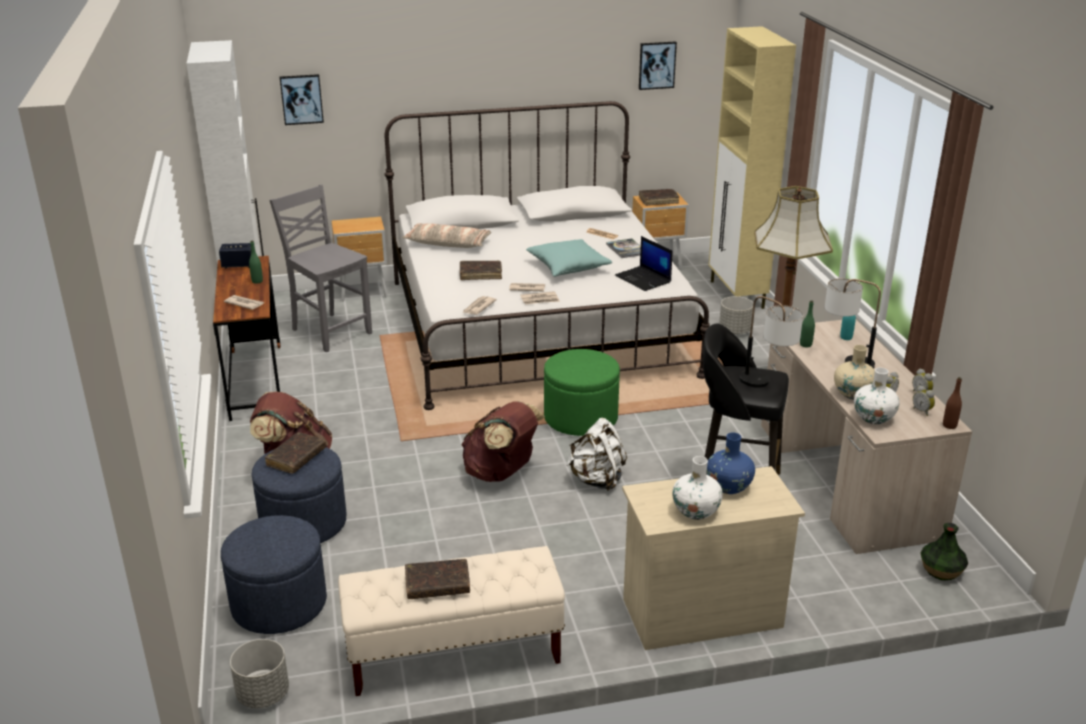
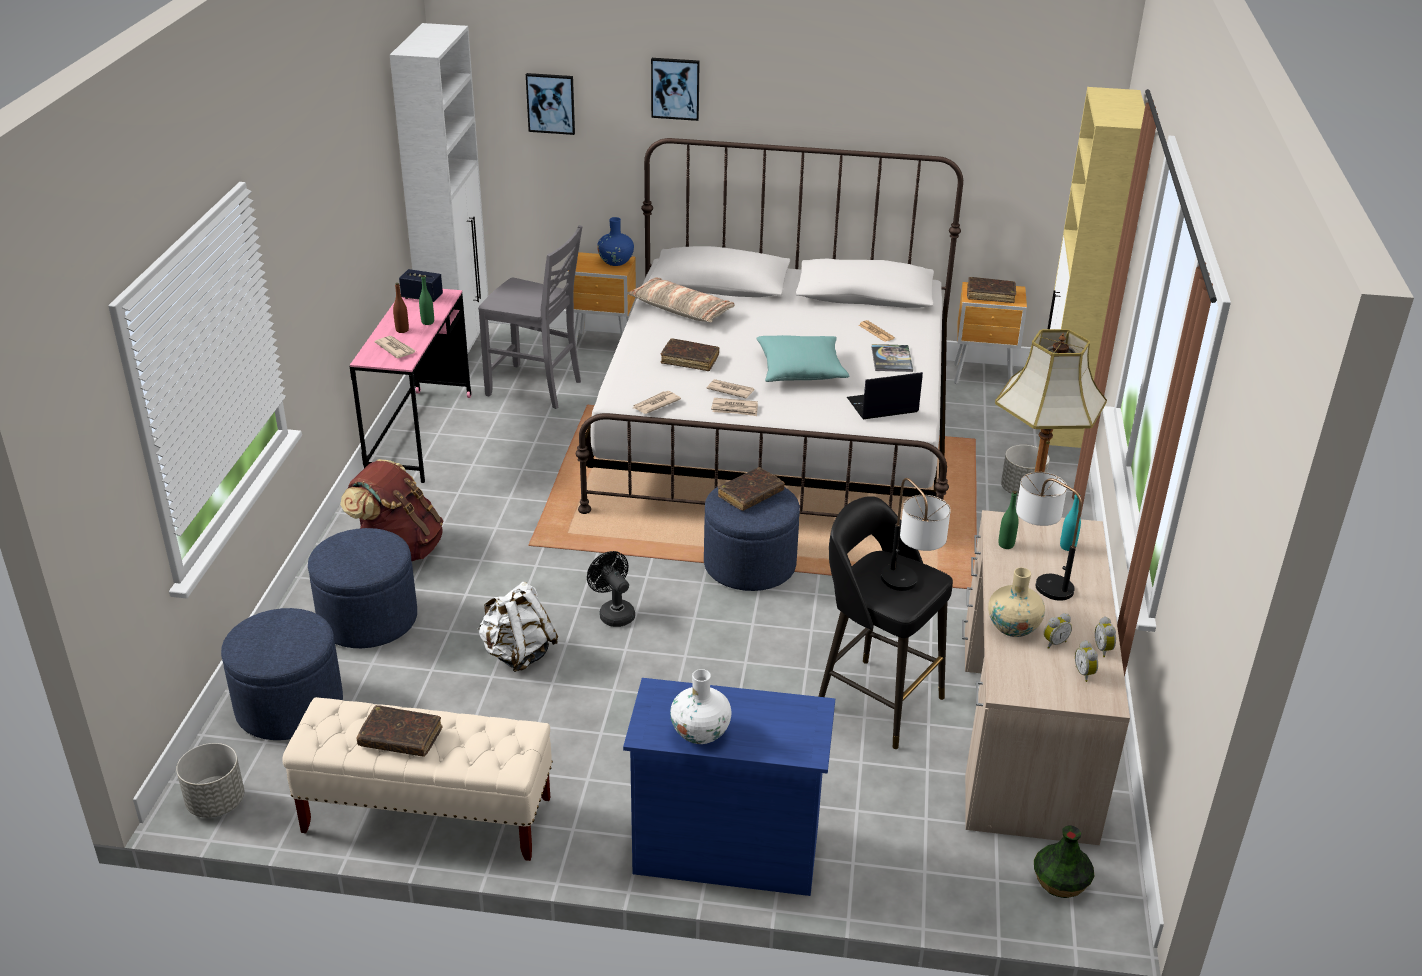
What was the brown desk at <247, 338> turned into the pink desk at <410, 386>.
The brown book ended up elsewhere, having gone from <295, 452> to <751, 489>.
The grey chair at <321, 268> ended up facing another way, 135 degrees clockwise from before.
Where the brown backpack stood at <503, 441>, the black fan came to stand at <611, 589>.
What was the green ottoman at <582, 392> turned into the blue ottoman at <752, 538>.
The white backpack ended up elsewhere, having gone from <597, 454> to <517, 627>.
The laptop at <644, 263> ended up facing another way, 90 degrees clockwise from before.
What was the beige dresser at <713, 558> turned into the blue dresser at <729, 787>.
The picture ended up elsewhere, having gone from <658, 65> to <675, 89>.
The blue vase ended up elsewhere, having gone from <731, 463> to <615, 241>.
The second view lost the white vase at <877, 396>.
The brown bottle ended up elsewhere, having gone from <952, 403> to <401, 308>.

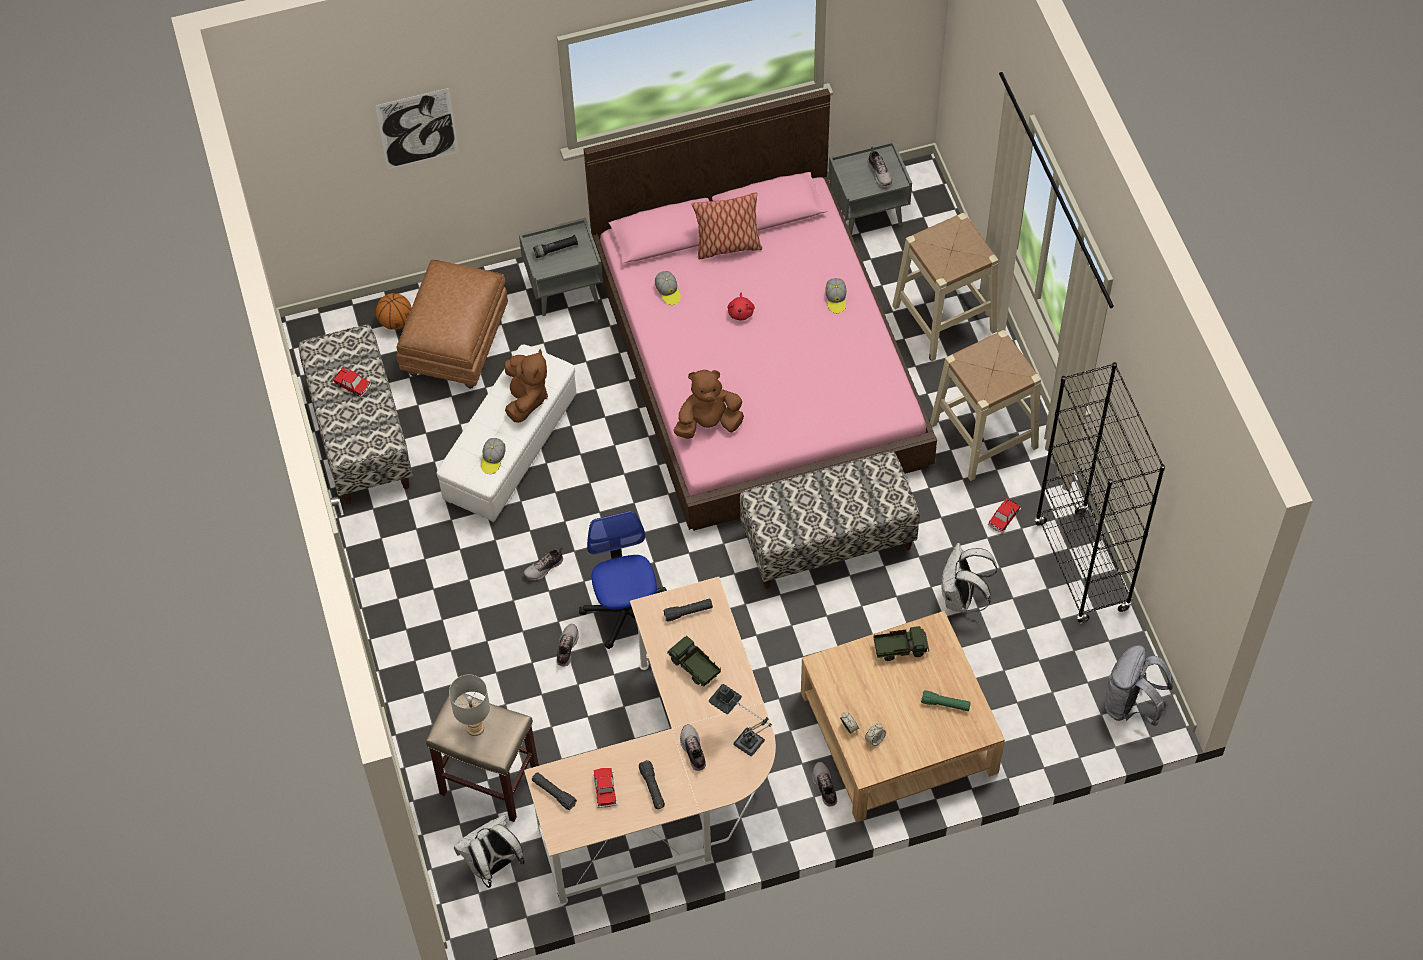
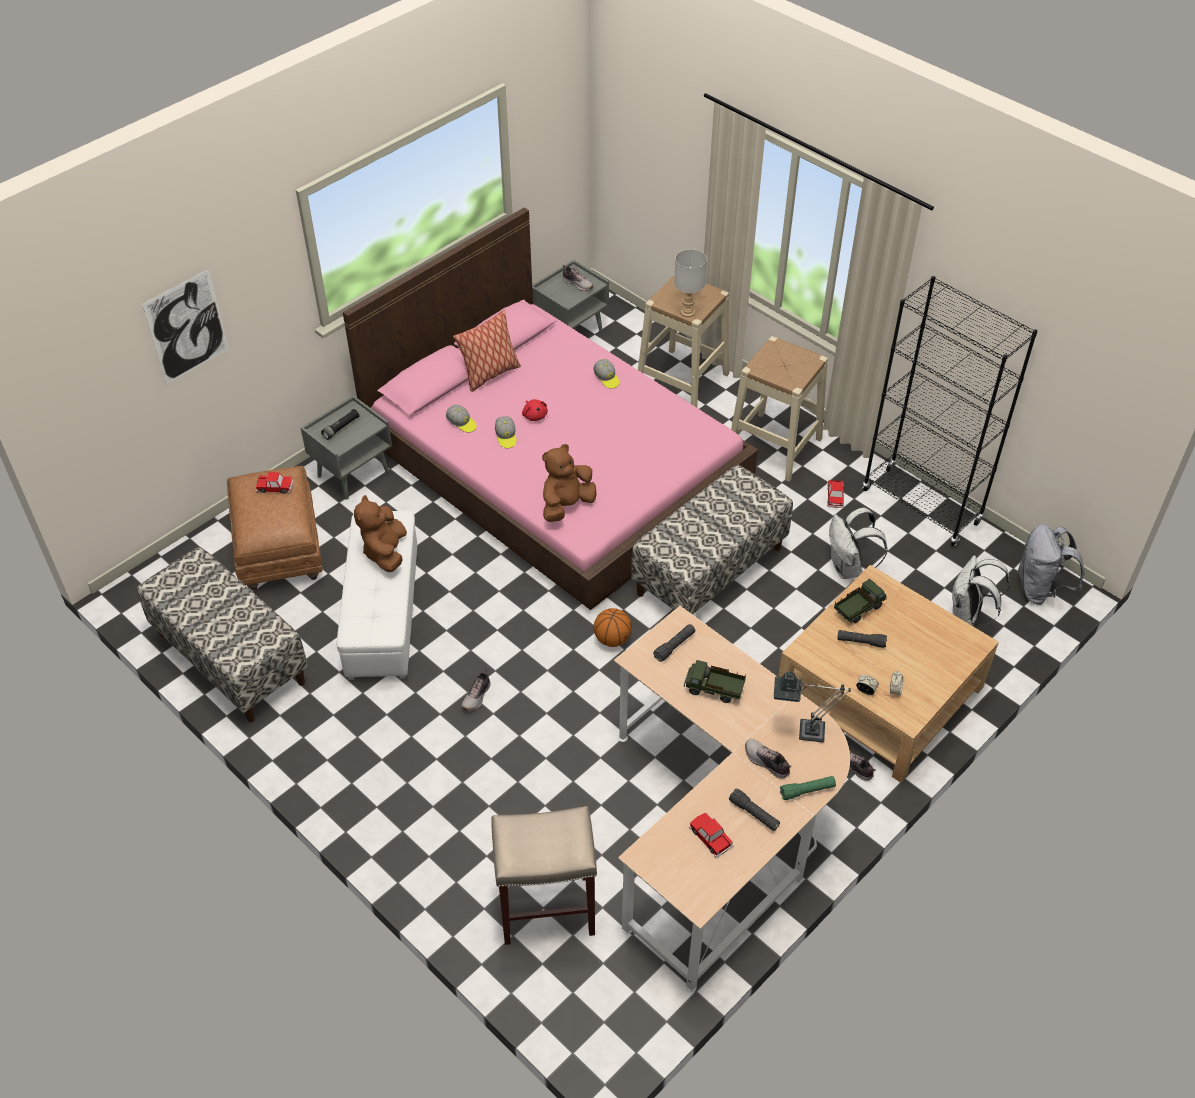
The toy car ended up elsewhere, having gone from <352, 383> to <274, 483>.
The basketball ended up elsewhere, having gone from <394, 311> to <613, 627>.
The grey table lamp ended up elsewhere, having gone from <469, 705> to <690, 283>.
The white backpack ended up elsewhere, having gone from <489, 851> to <981, 590>.
The cap ended up elsewhere, having gone from <493, 456> to <506, 432>.
The brown plush toy at <526, 386> ended up facing another way, 150 degrees counterclockwise from before.
The black flashlight ended up elsewhere, having gone from <554, 791> to <862, 639>.
The second view lost the shoe at <567, 645>.
The second view lost the office chair at <623, 580>.
The green flashlight ended up elsewhere, having gone from <946, 700> to <808, 788>.

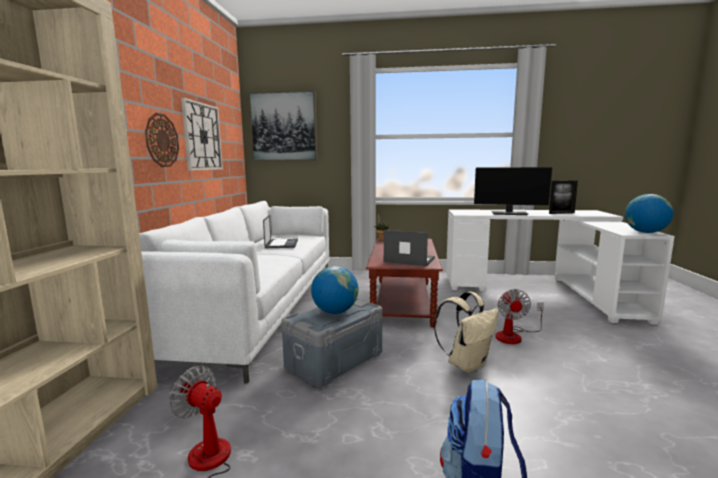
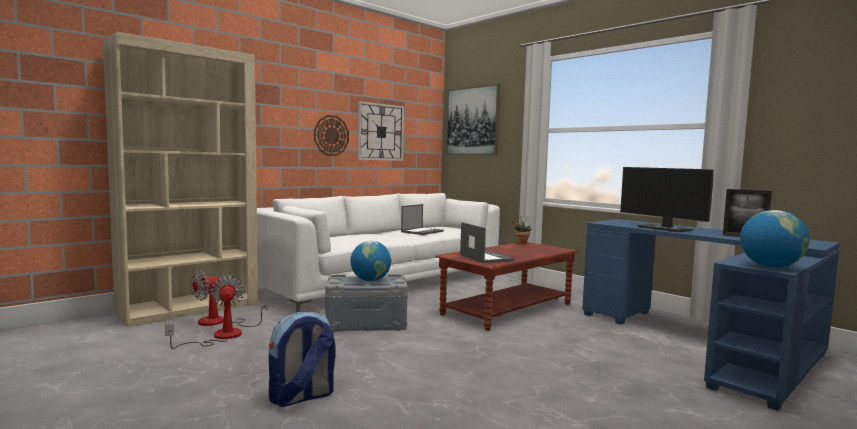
The second view lost the beige backpack at <466, 332>.
What was the white desk at <560, 267> turned into the blue desk at <711, 315>.
The fan ended up elsewhere, having gone from <520, 316> to <229, 298>.

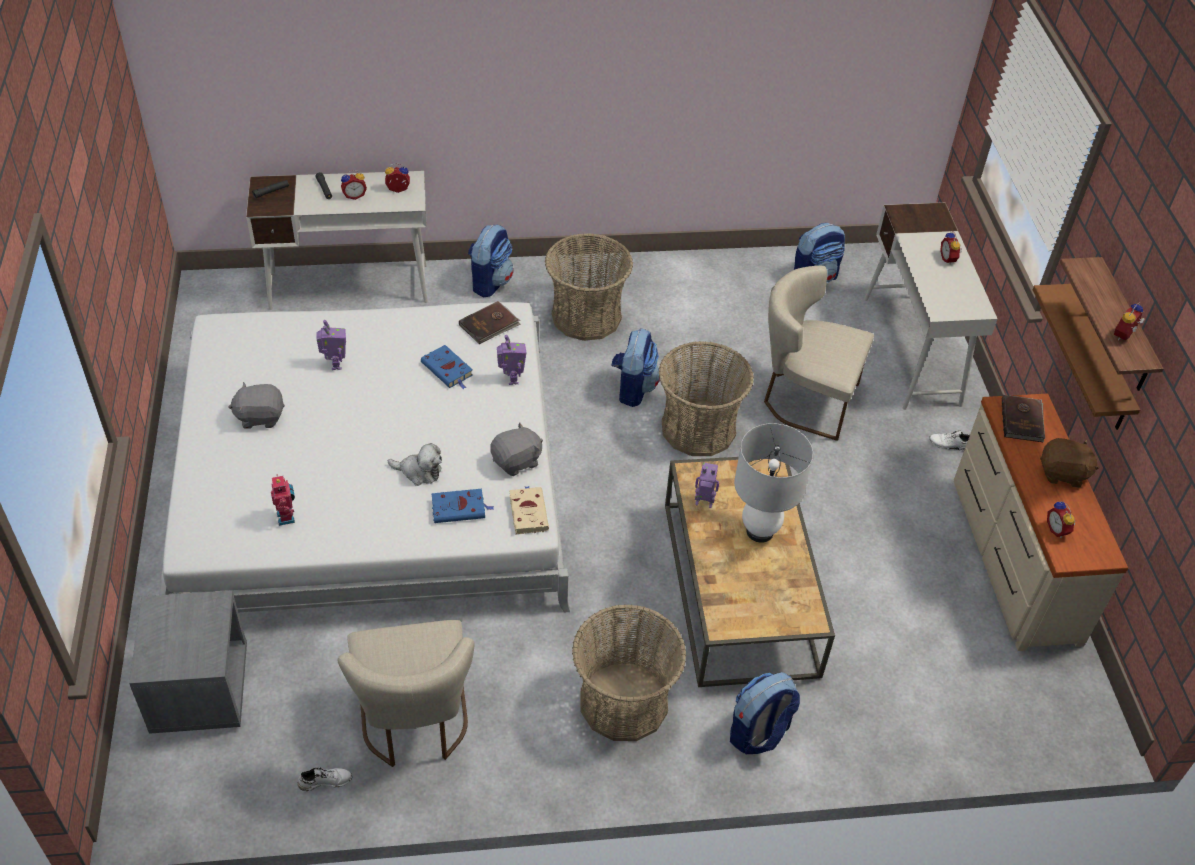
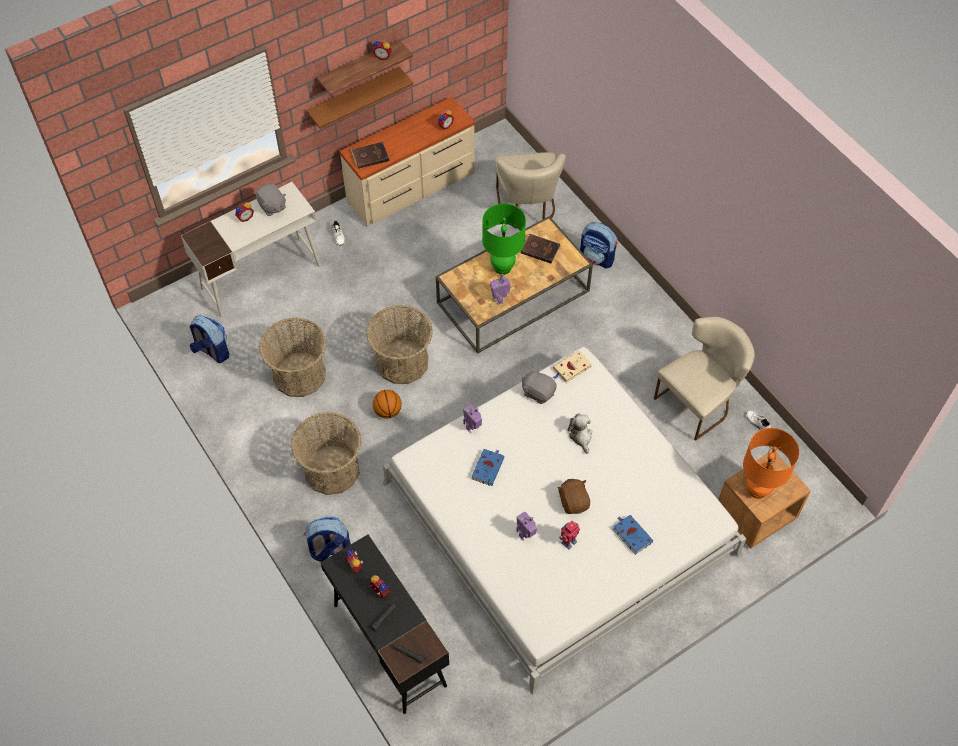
What was the grey nightstand at <188, 662> turned into the brown nightstand at <764, 499>.
The grey plush toy ended up elsewhere, having gone from <256, 405> to <271, 200>.
What was the white desk at <337, 240> turned into the black desk at <384, 624>.
The toy robot ended up elsewhere, having gone from <283, 501> to <569, 535>.
The blue book ended up elsewhere, having gone from <462, 506> to <633, 535>.
The brown book ended up elsewhere, having gone from <490, 322> to <540, 248>.
The basket ended up elsewhere, having gone from <629, 673> to <292, 357>.
Where the backpack stood at <635, 368>, the basketball came to stand at <387, 404>.
What was the white table lamp at <773, 483> turned into the green table lamp at <504, 239>.
The beige chair ended up elsewhere, having gone from <819, 353> to <530, 190>.
The brown plush toy ended up elsewhere, having gone from <1069, 463> to <573, 496>.
The second view gained the orange table lamp at <771, 463>.

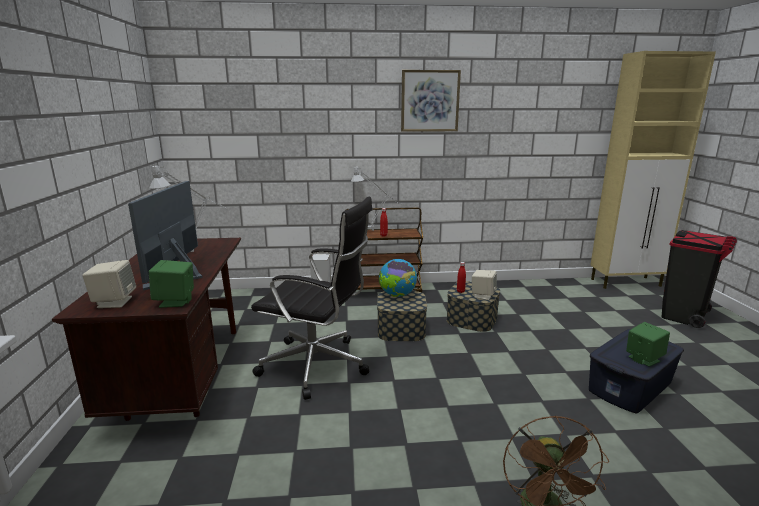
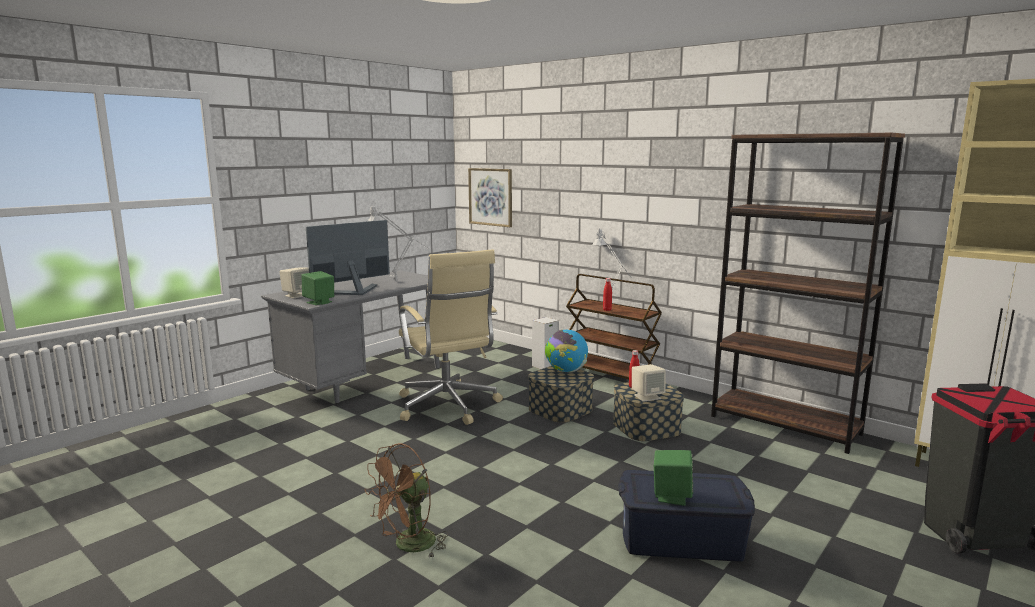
What was the brown desk at <146, 329> turned into the grey desk at <350, 336>.
What was the black office chair at <312, 298> turned into the beige office chair at <451, 337>.
The picture ended up elsewhere, having gone from <431, 101> to <490, 197>.
The second view gained the brown bookcase at <808, 293>.

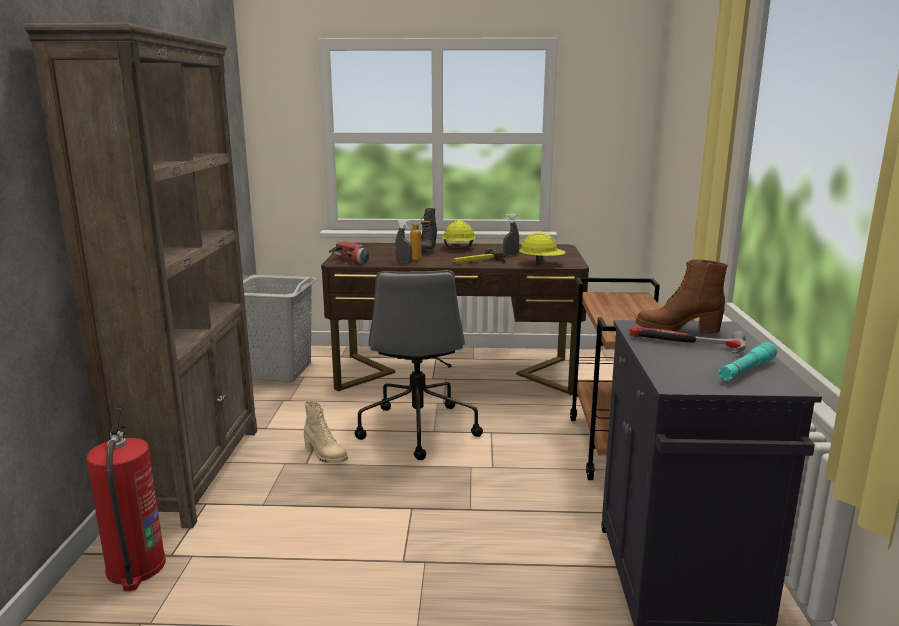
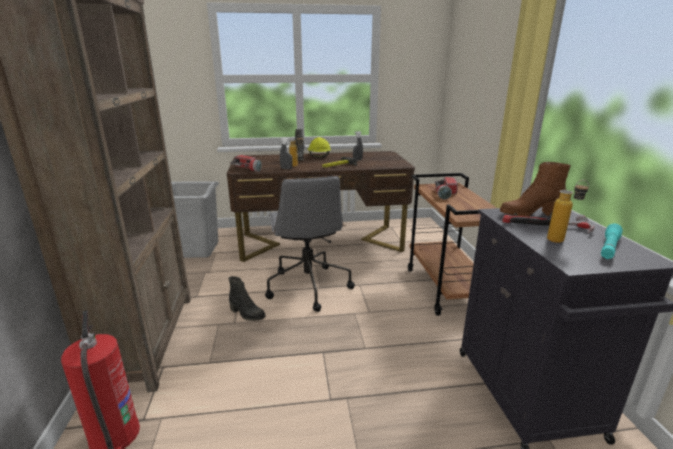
What was the beige boot at <326, 432> turned into the black boot at <247, 298>.
The second view lost the yellow hard hat at <542, 248>.
The second view gained the flashlight at <446, 188>.
The second view gained the bottle at <568, 211>.

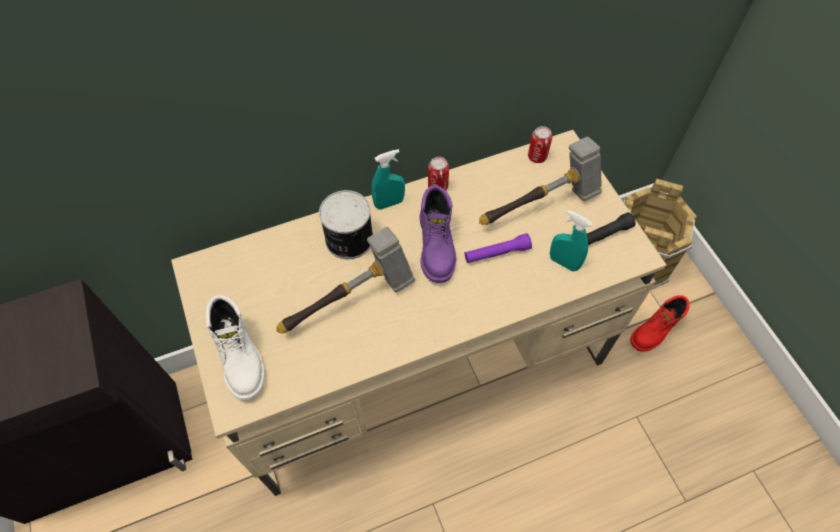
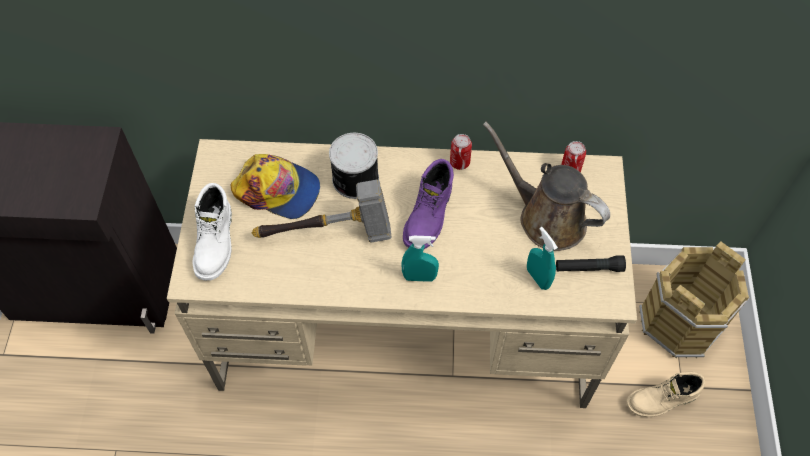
The turquoise spray bottle ended up elsewhere, having gone from <388, 179> to <420, 259>.
The second view lost the purple flashlight at <498, 248>.
Where the hammer stood at <540, 181>, the brown watering can came to stand at <546, 186>.
What was the red boot at <659, 323> turned into the beige boot at <665, 394>.
The second view gained the cap at <275, 186>.

